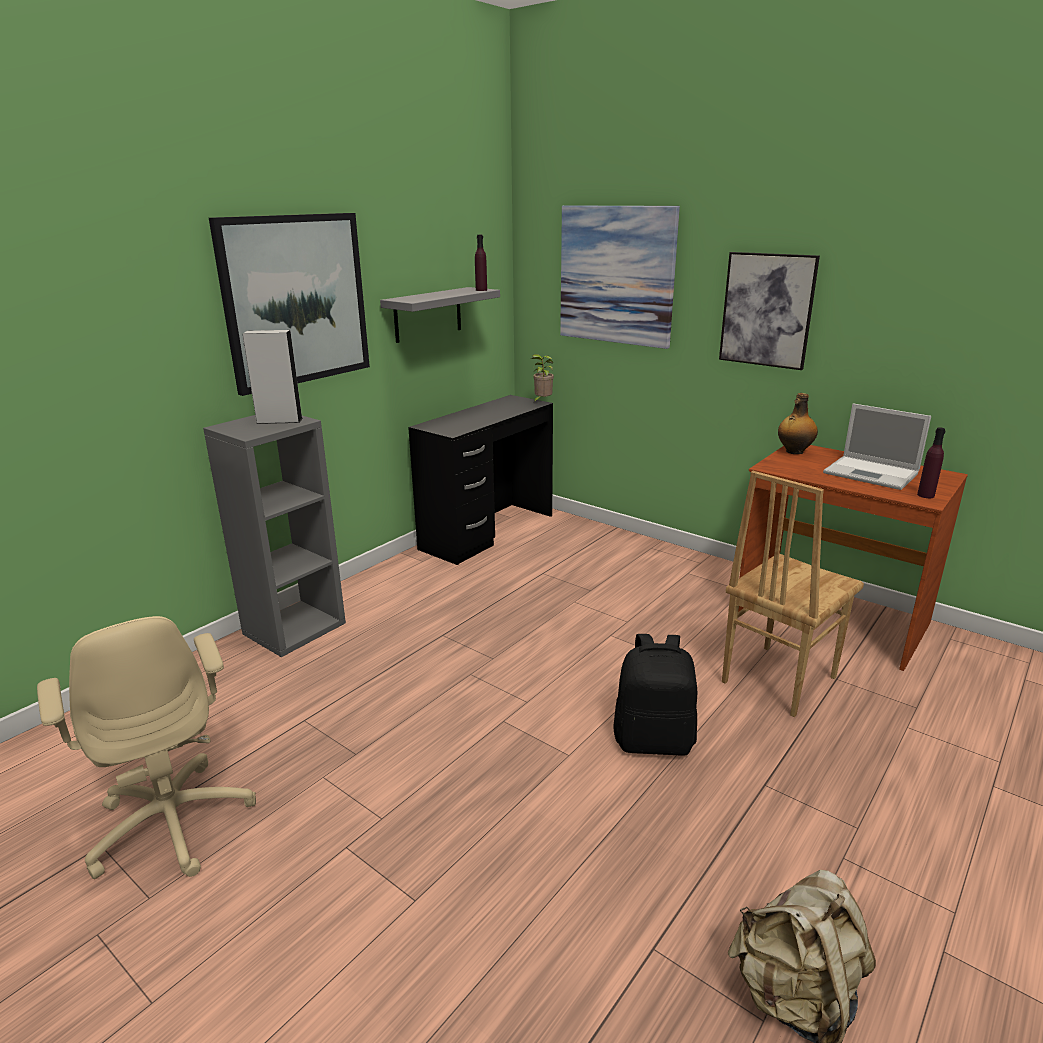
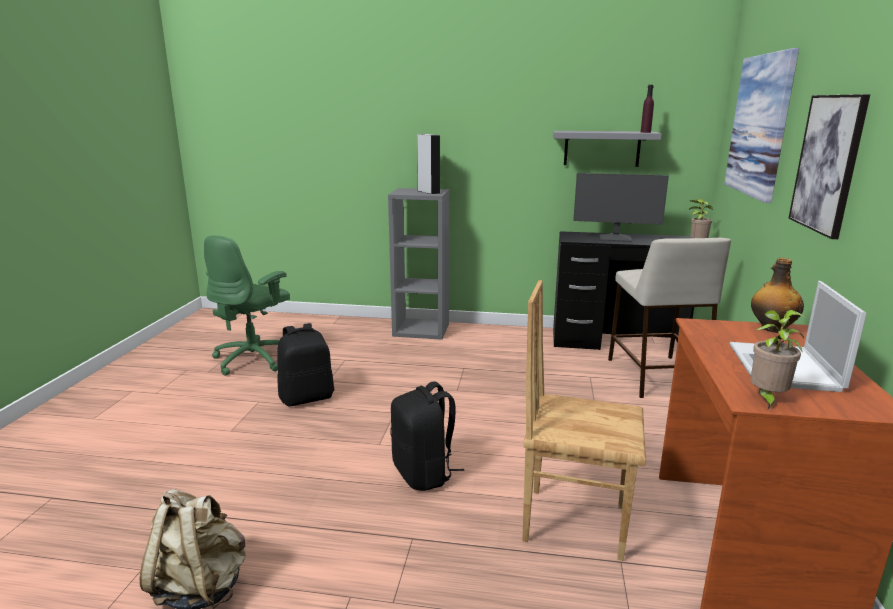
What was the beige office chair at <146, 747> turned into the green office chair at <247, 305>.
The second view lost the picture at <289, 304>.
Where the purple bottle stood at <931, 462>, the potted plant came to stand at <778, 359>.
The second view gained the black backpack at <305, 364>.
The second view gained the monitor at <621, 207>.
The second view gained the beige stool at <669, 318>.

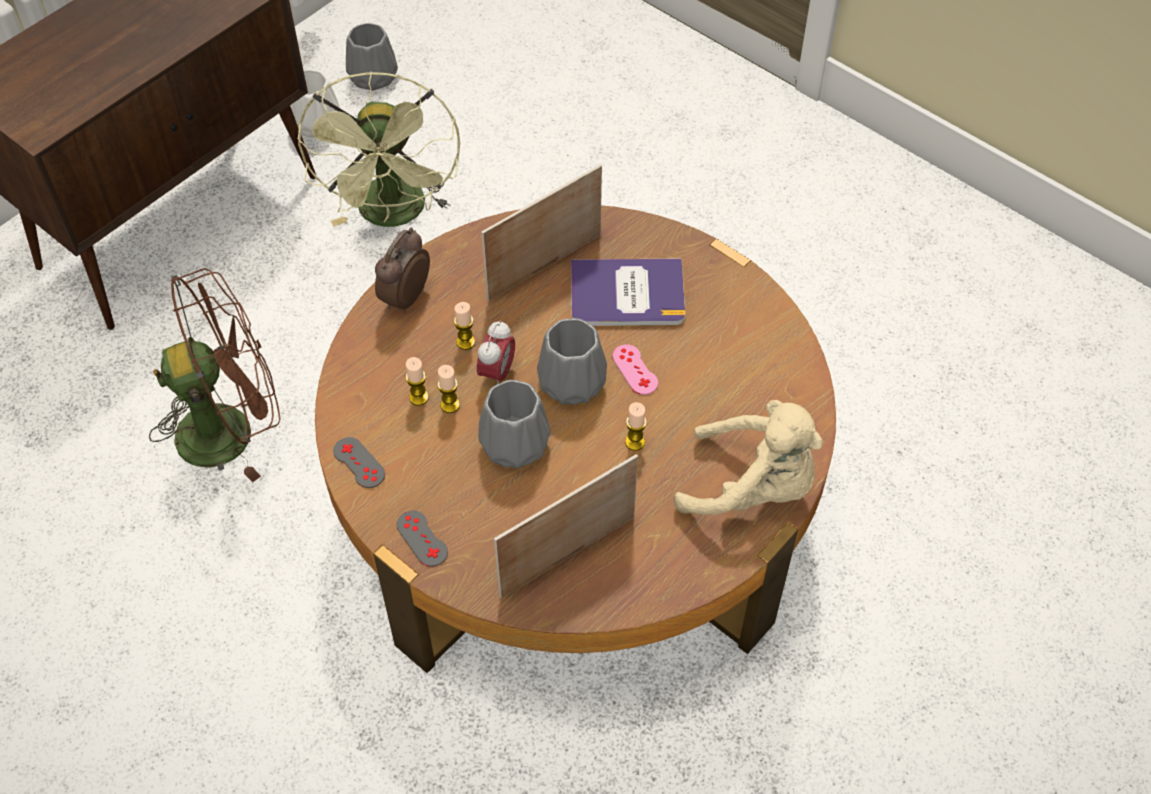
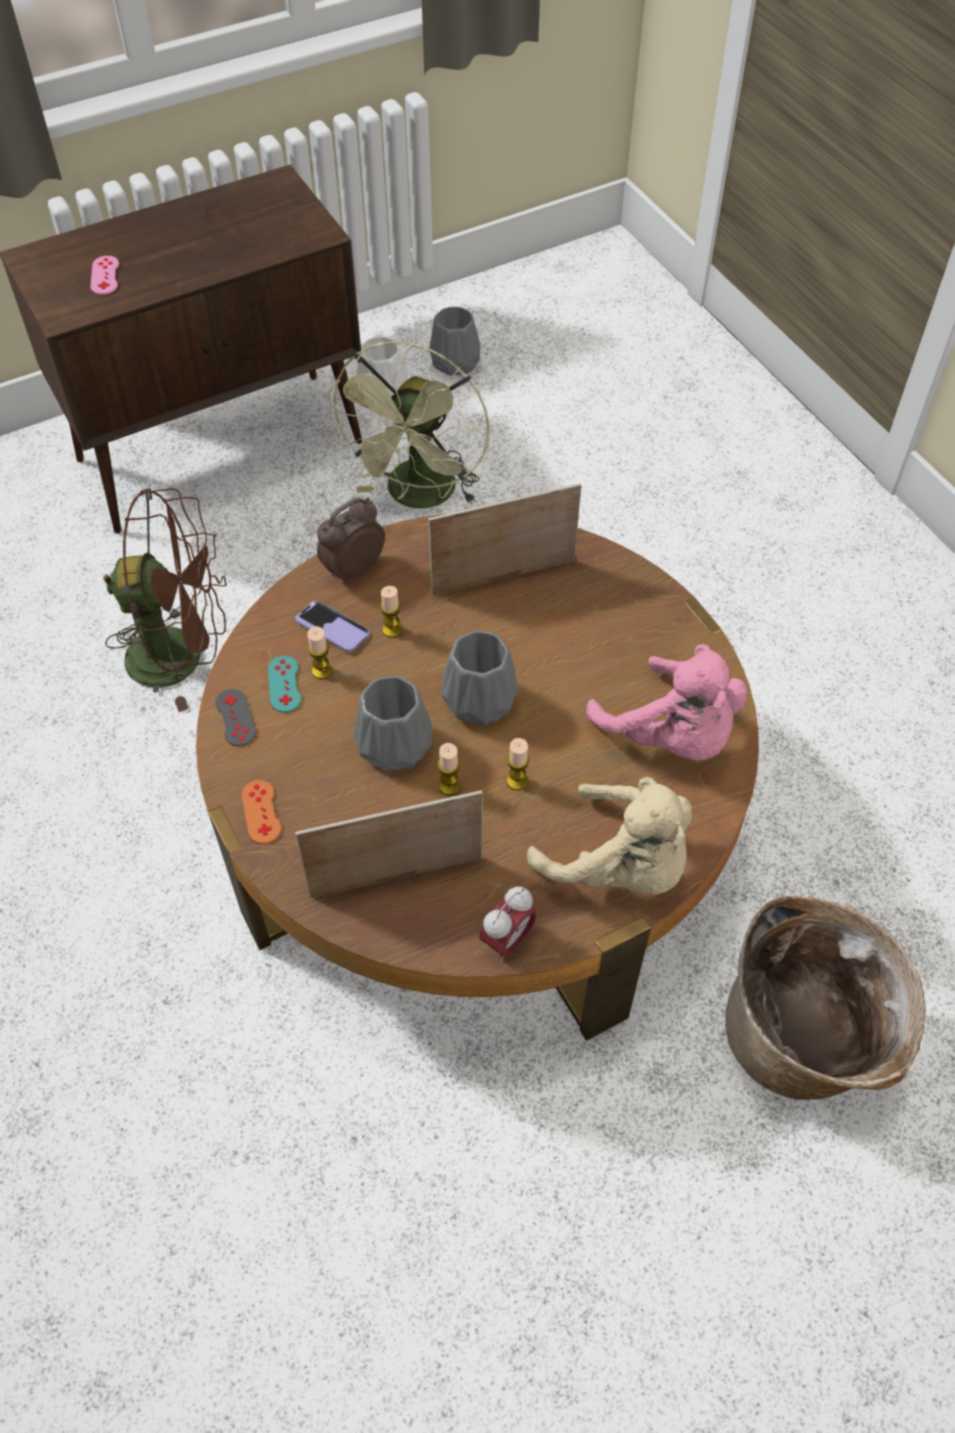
What was the grey game controller at <422, 538> turned into the orange game controller at <261, 812>.
The candle ended up elsewhere, having gone from <448, 389> to <449, 769>.
The alarm clock ended up elsewhere, having gone from <496, 352> to <508, 923>.
The second view lost the book at <628, 292>.
The pink game controller ended up elsewhere, having gone from <635, 369> to <104, 275>.
The second view gained the turquoise game controller at <284, 684>.
The second view gained the phone at <332, 626>.
The second view gained the pink plush toy at <666, 702>.
The second view gained the basket at <825, 998>.

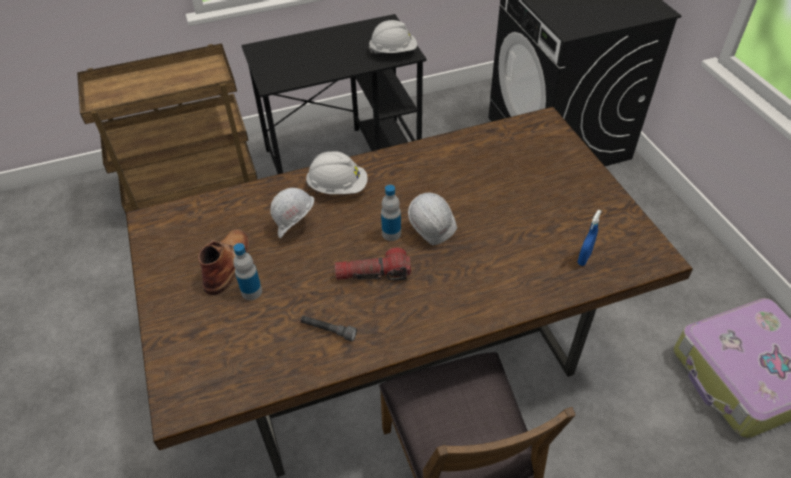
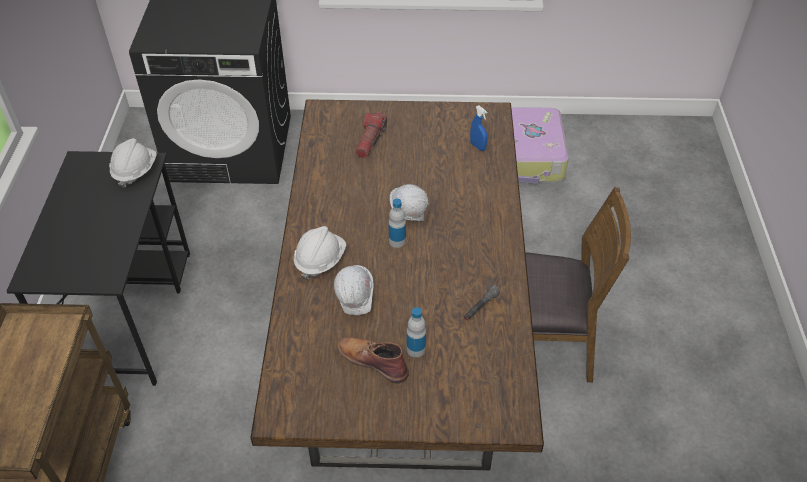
The flashlight ended up elsewhere, having gone from <373, 264> to <371, 135>.

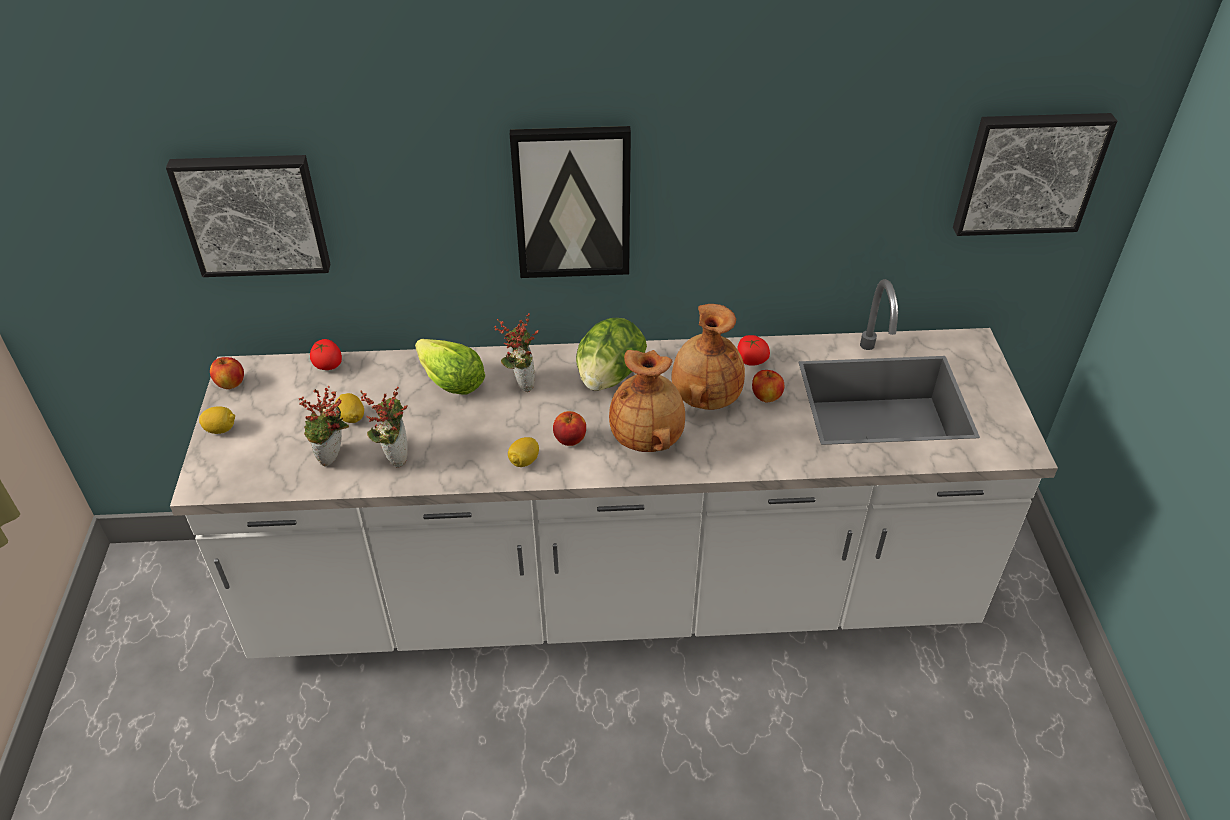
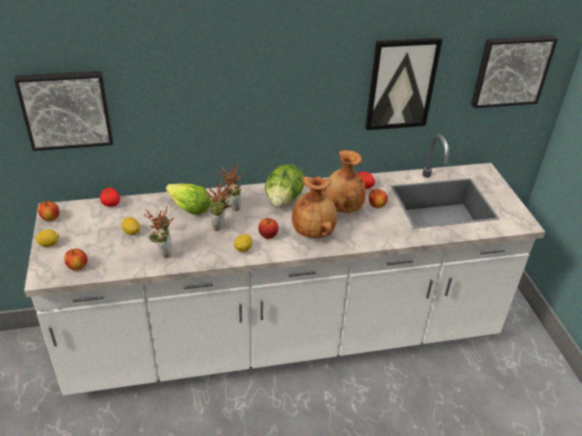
The potted plant ended up elsewhere, having gone from <324, 426> to <219, 206>.
The picture ended up elsewhere, having gone from <570, 202> to <403, 83>.
The second view gained the apple at <75, 260>.

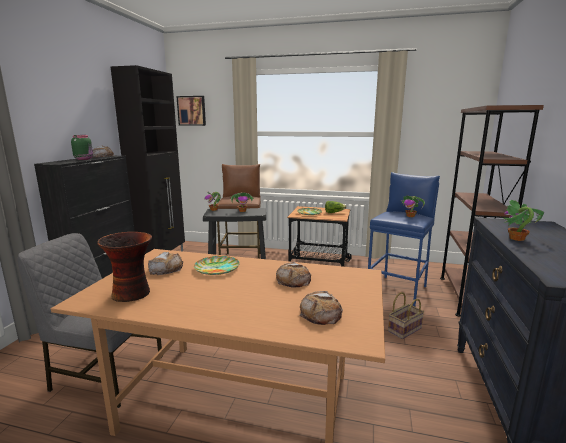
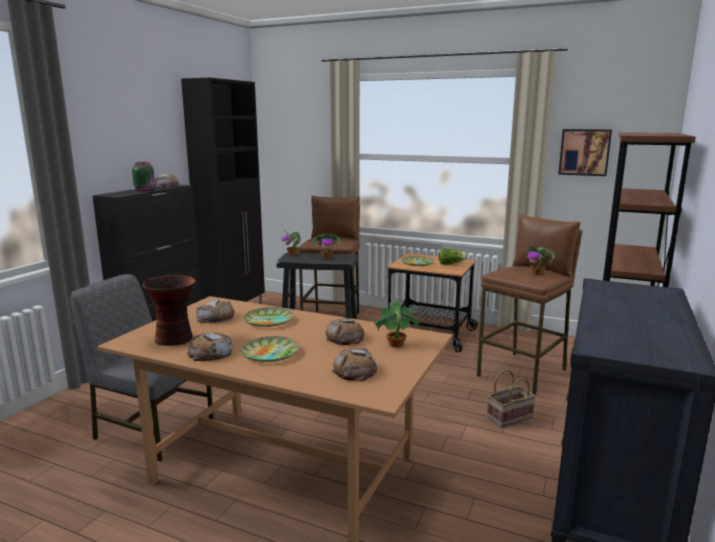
The picture ended up elsewhere, having gone from <191, 111> to <585, 152>.
What was the blue stool at <404, 239> turned into the brown stool at <529, 304>.
The potted plant ended up elsewhere, having gone from <523, 220> to <396, 324>.
The second view gained the bread at <209, 346>.
The second view gained the plate at <270, 349>.

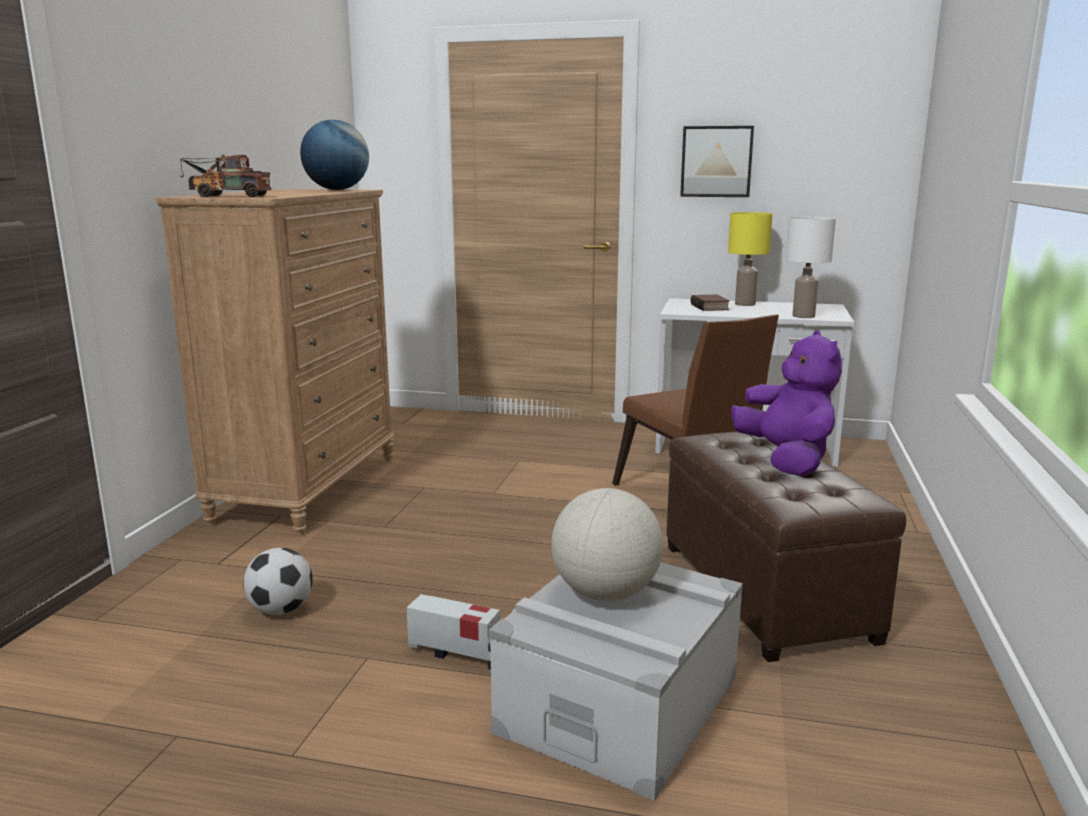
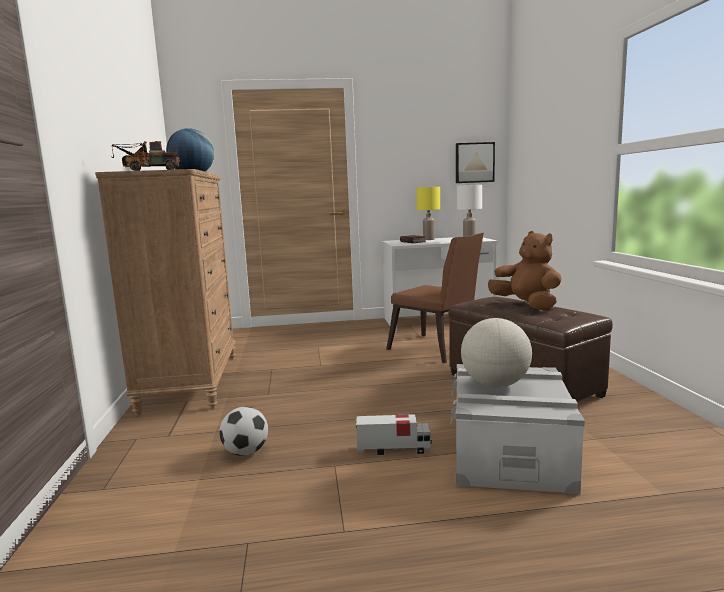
The picture ended up elsewhere, having gone from <717, 161> to <475, 162>.
What was the purple plush toy at <786, 403> turned into the brown plush toy at <524, 270>.

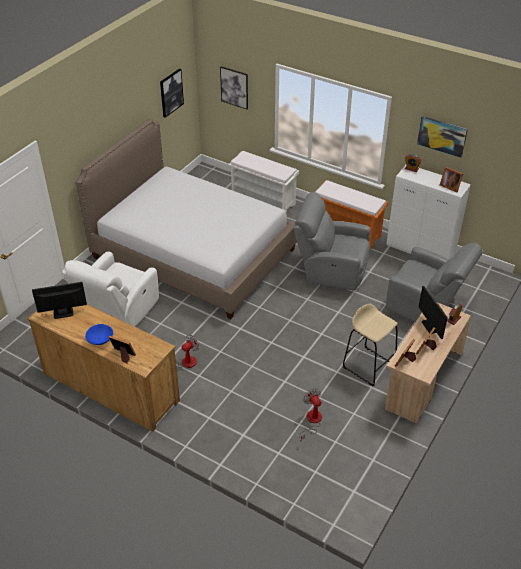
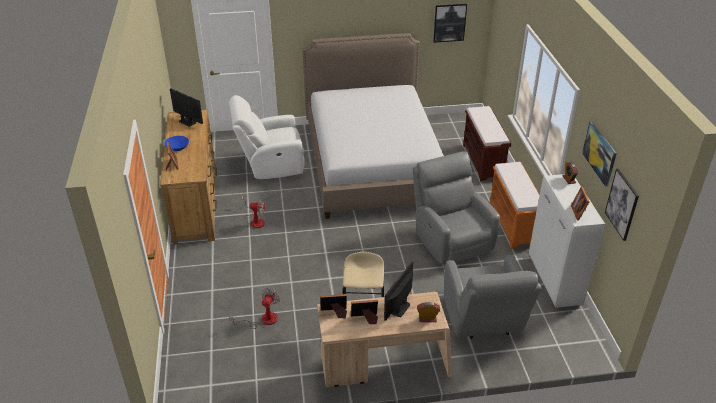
The picture ended up elsewhere, having gone from <234, 87> to <622, 205>.
What was the white bench at <263, 181> turned into the brown bench at <487, 144>.

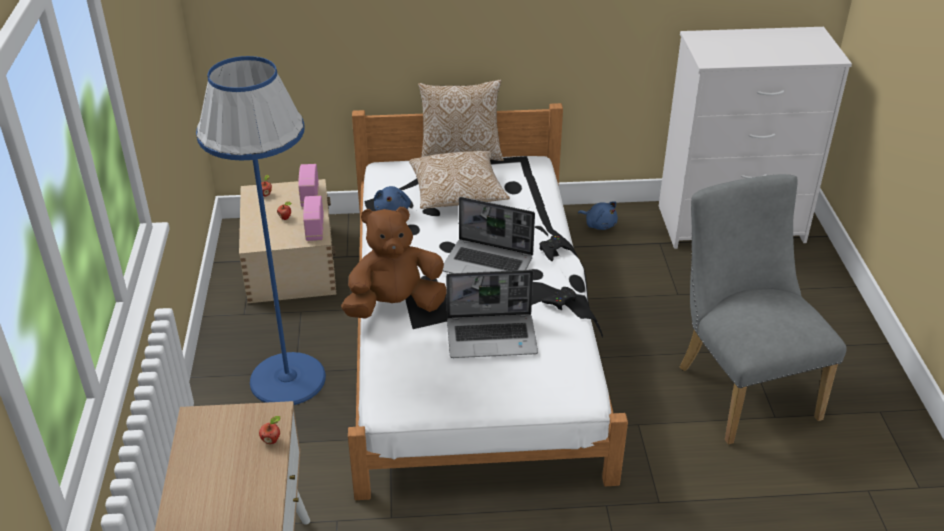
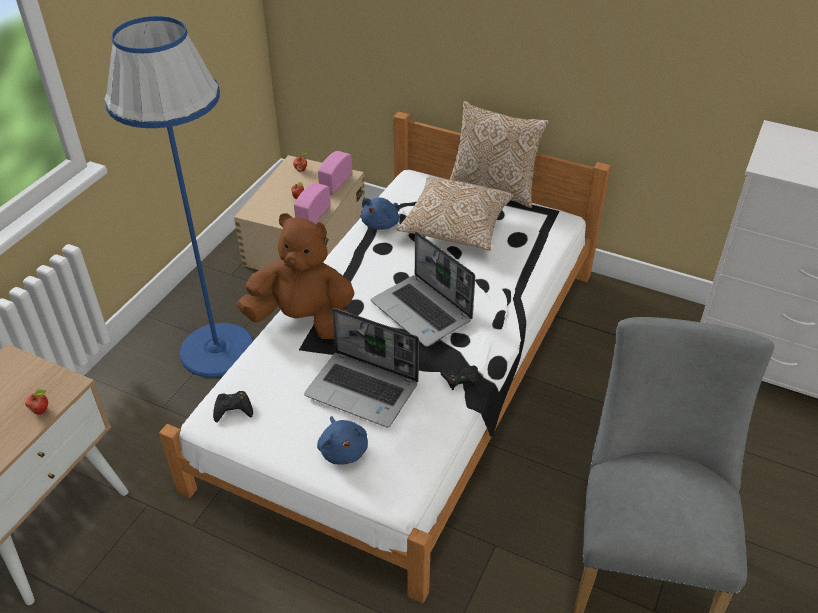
The black game controller ended up elsewhere, having gone from <556, 248> to <233, 407>.
The blue plush toy ended up elsewhere, having gone from <598, 215> to <342, 440>.

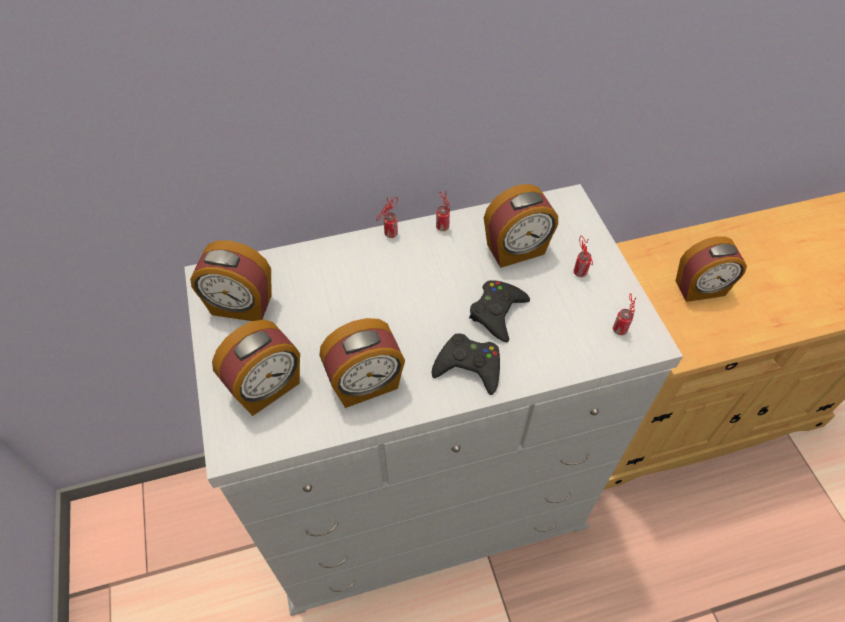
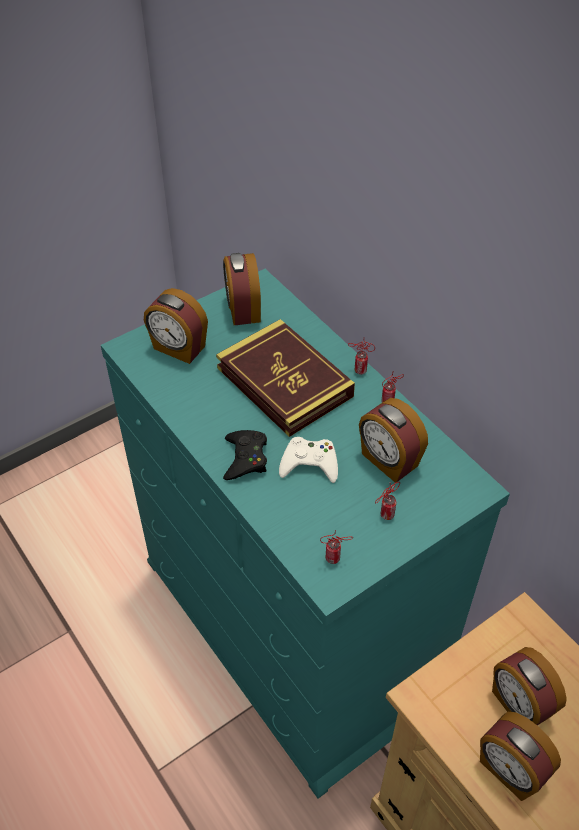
What was the white dresser at <433, 400> turned into the turquoise dresser at <305, 534>.
The alarm clock ended up elsewhere, having gone from <362, 363> to <520, 756>.
What was the black game controller at <499, 311> turned into the white game controller at <308, 460>.
The second view gained the book at <285, 378>.

